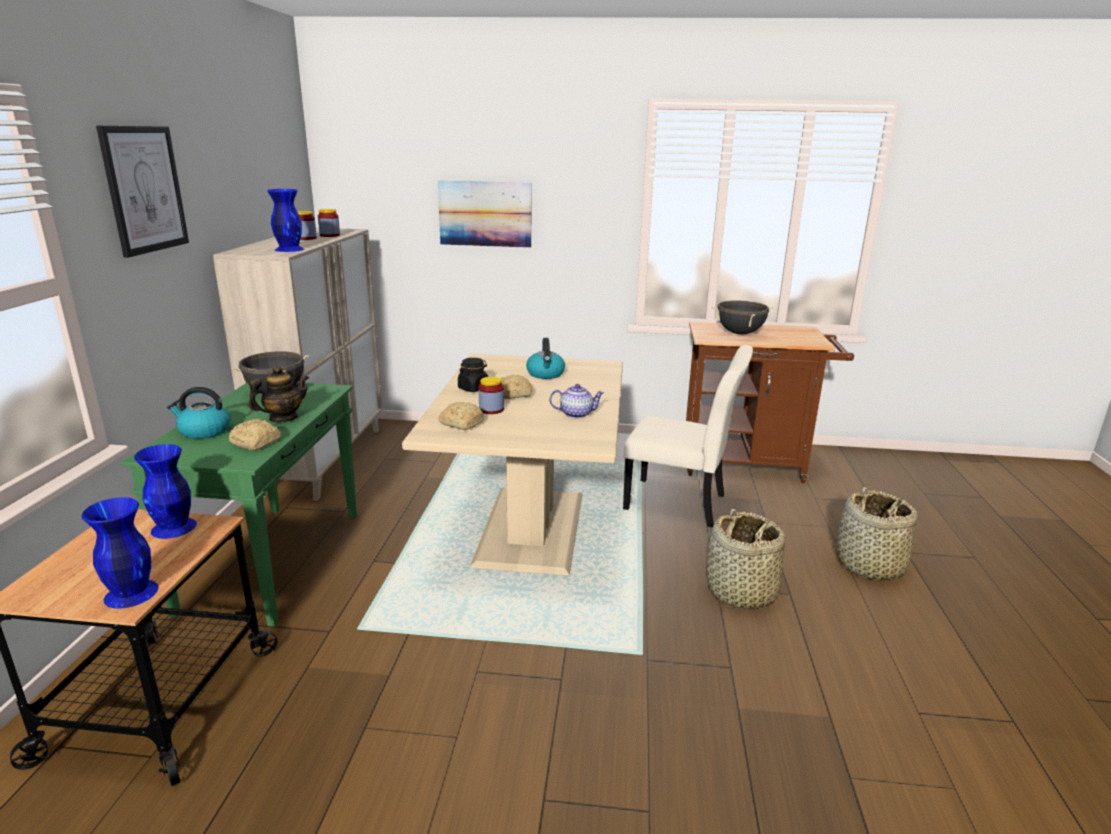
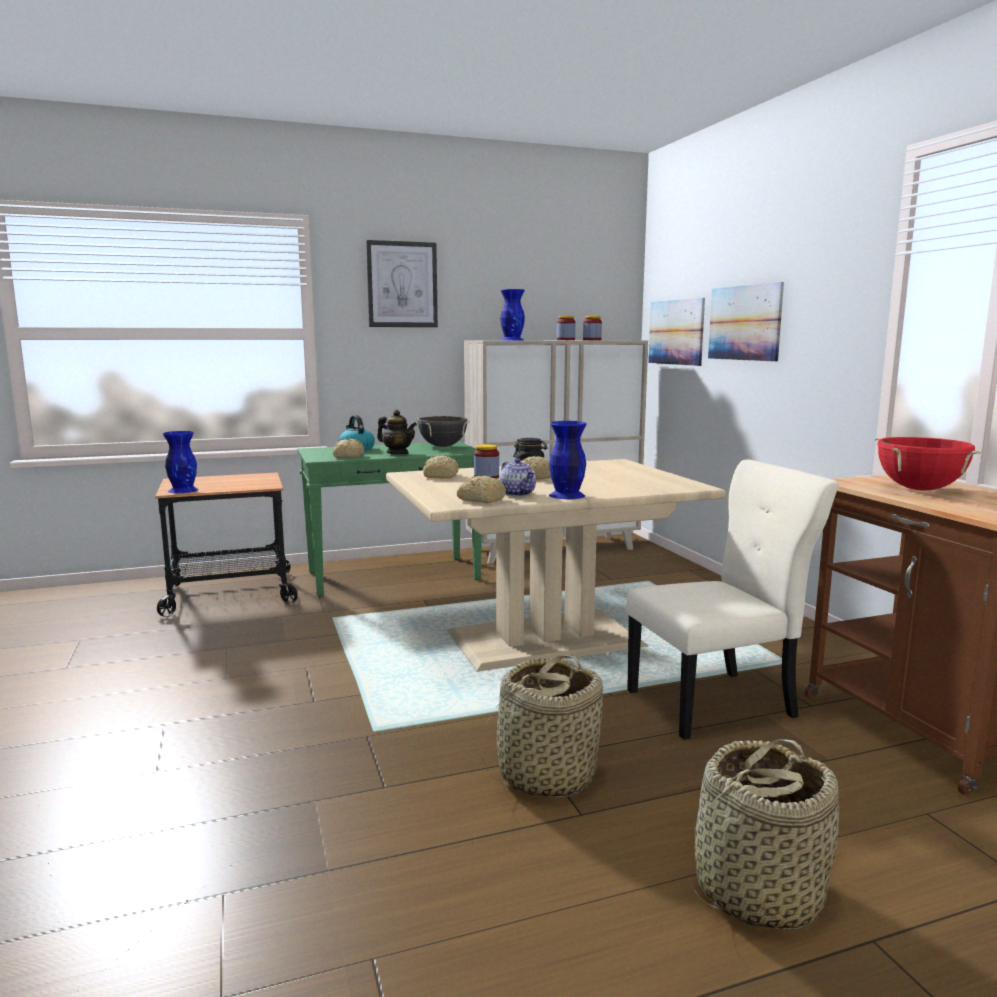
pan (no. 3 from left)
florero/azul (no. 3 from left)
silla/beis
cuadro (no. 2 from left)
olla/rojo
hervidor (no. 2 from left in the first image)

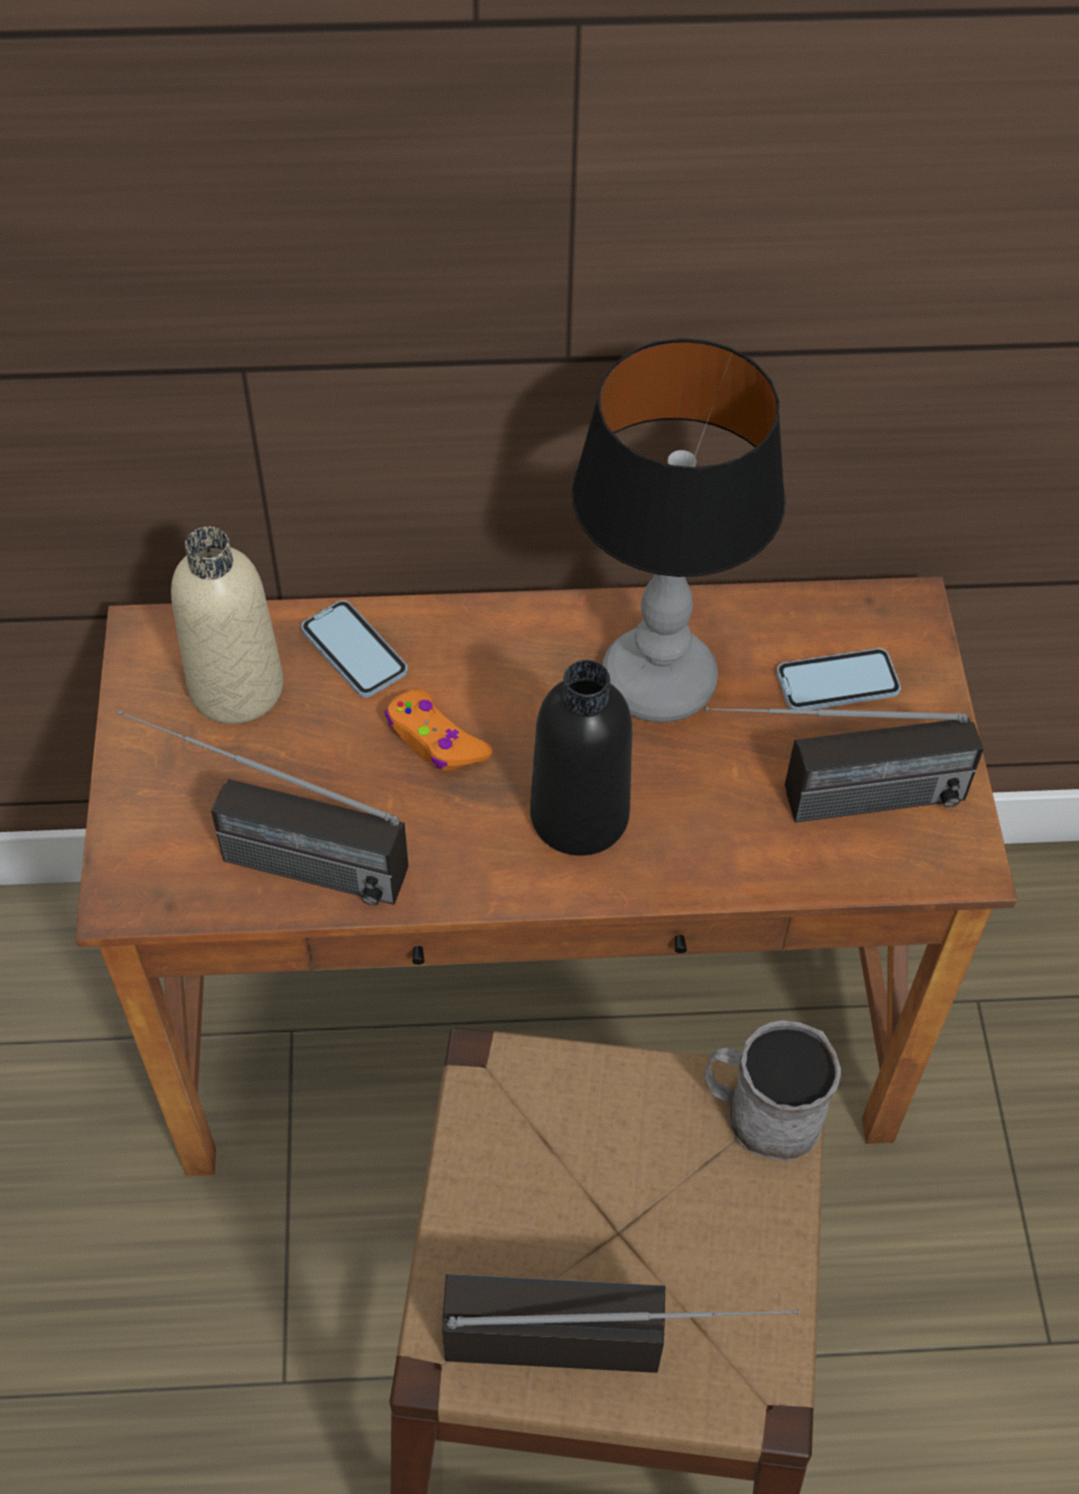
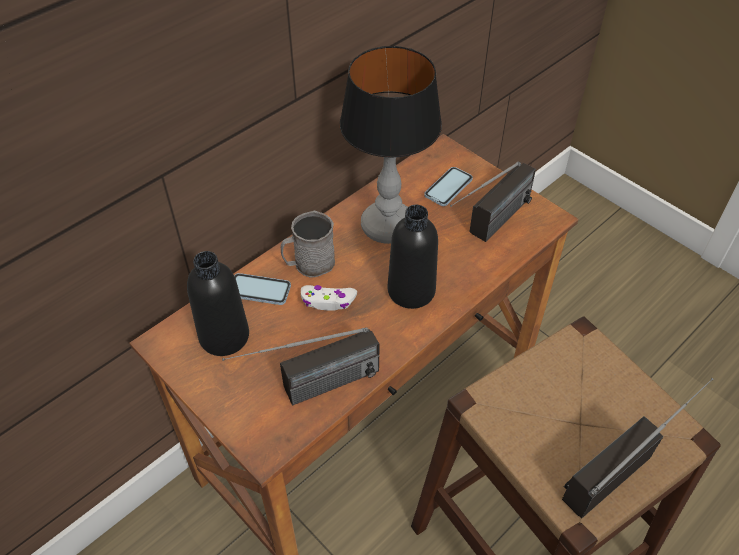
botella/negro (no. 1 from left)
taza grande/gris
mando de consola/blanco

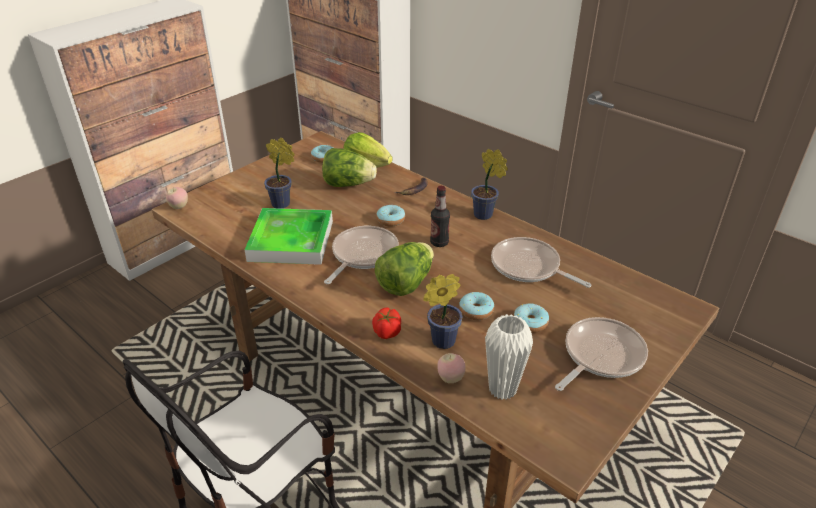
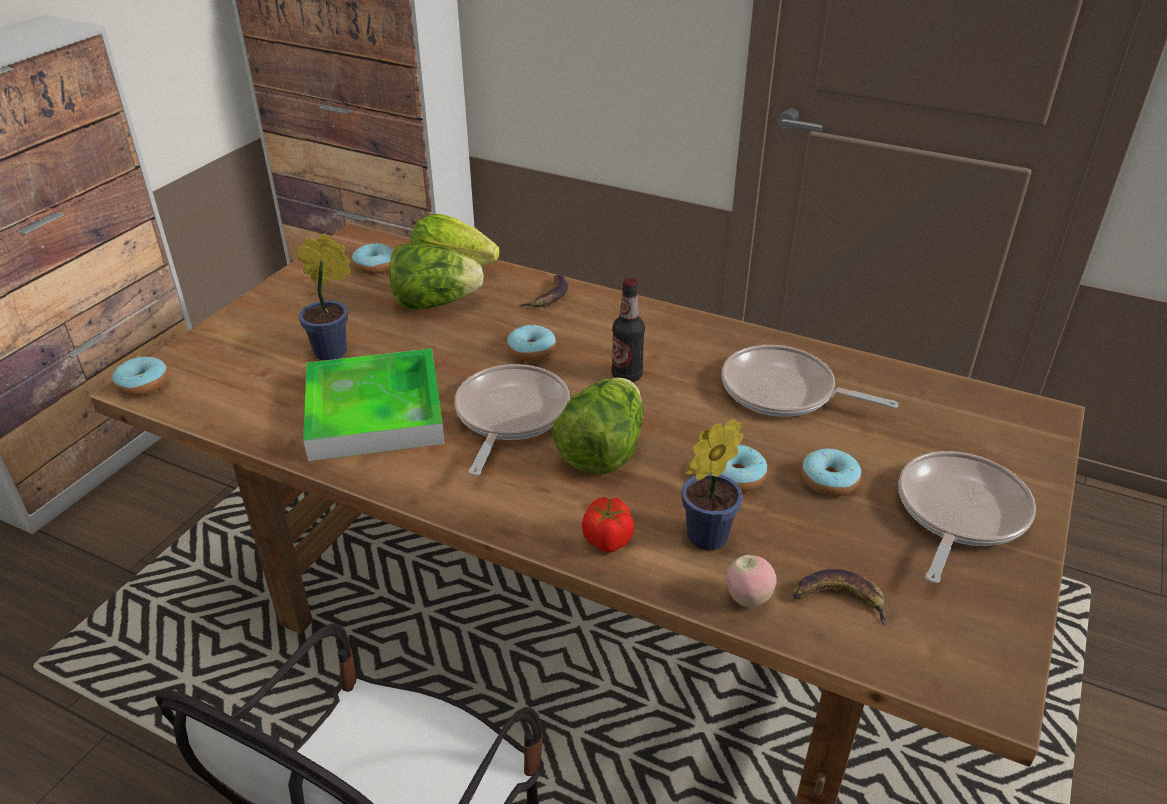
rosquilla (no. 1 from left)
plátano (no. 2 from left)
planta en maceta (no. 3 from left in the first image)

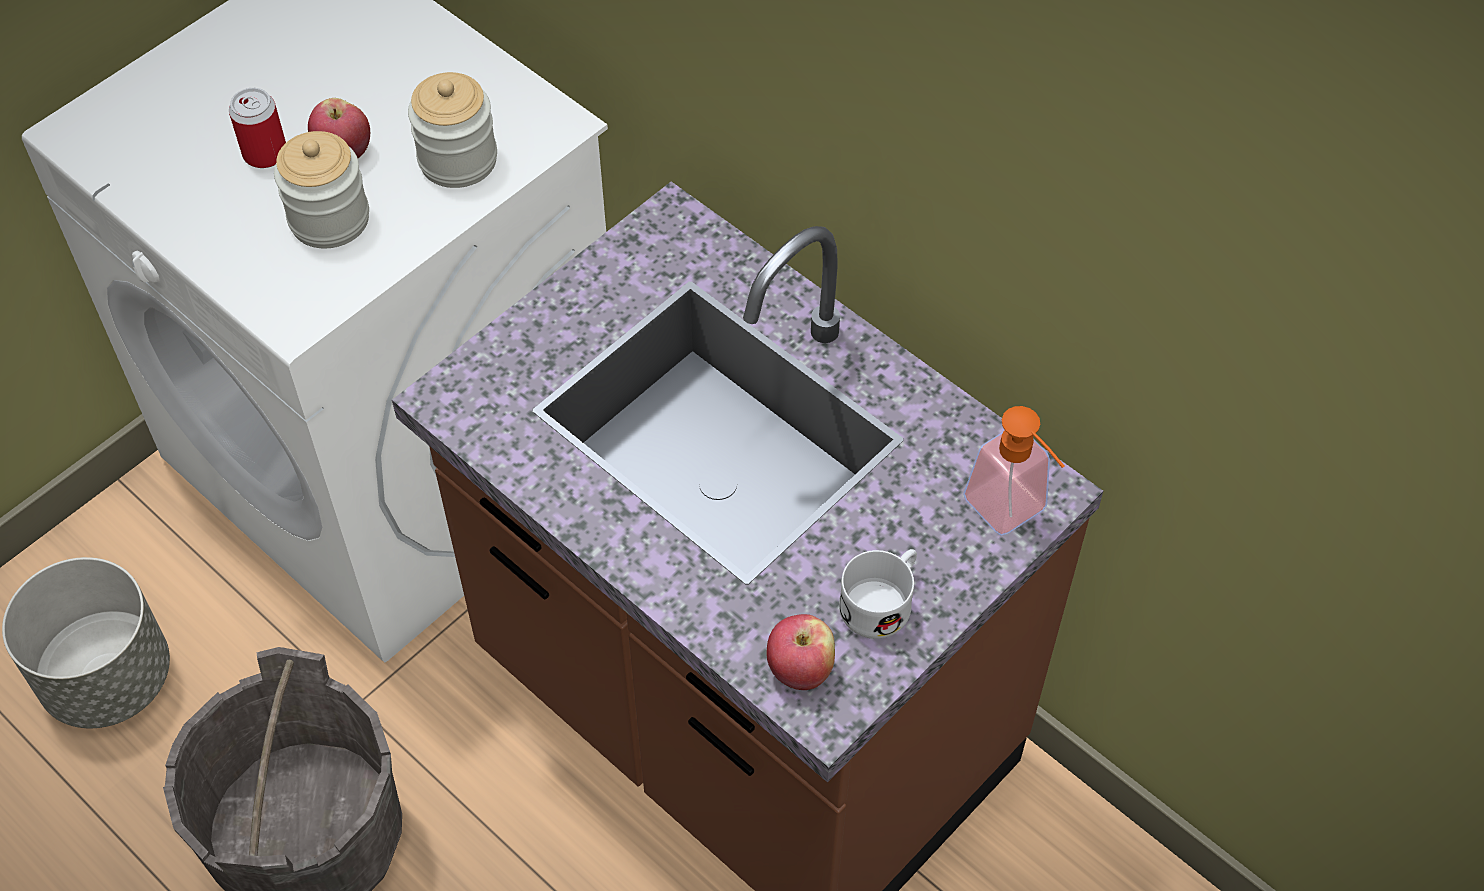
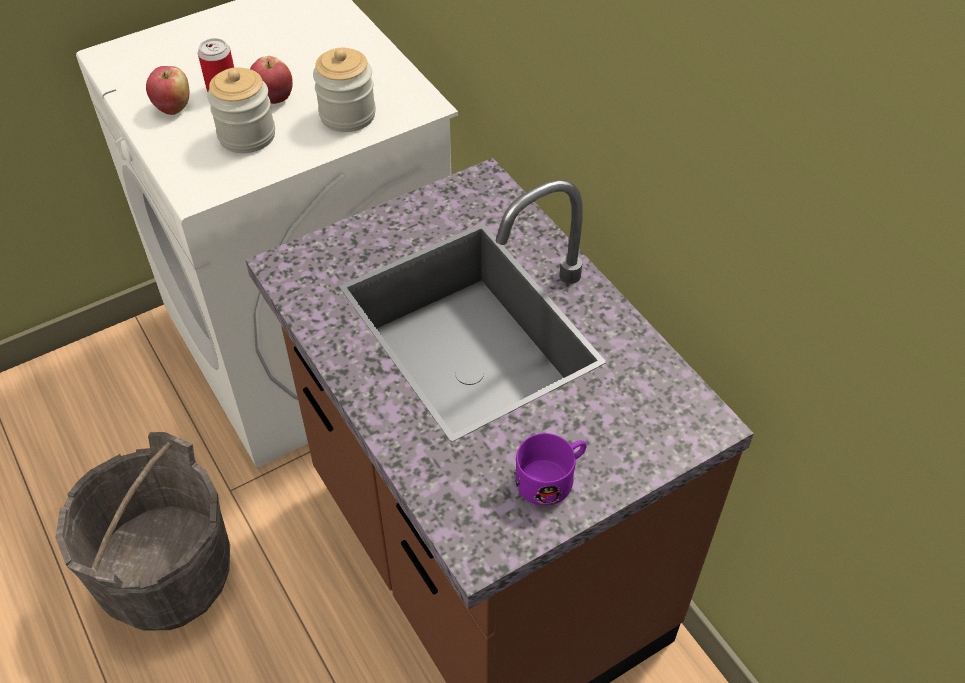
manzana (no. 1 from left)
taza grande/morado
maceta/gris
dispensador de jabón

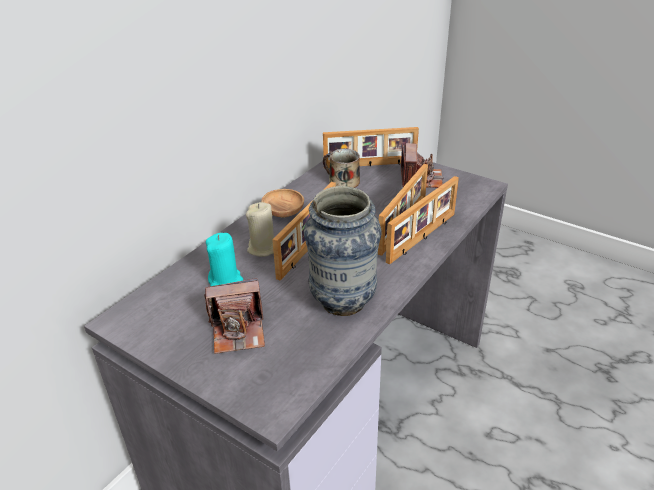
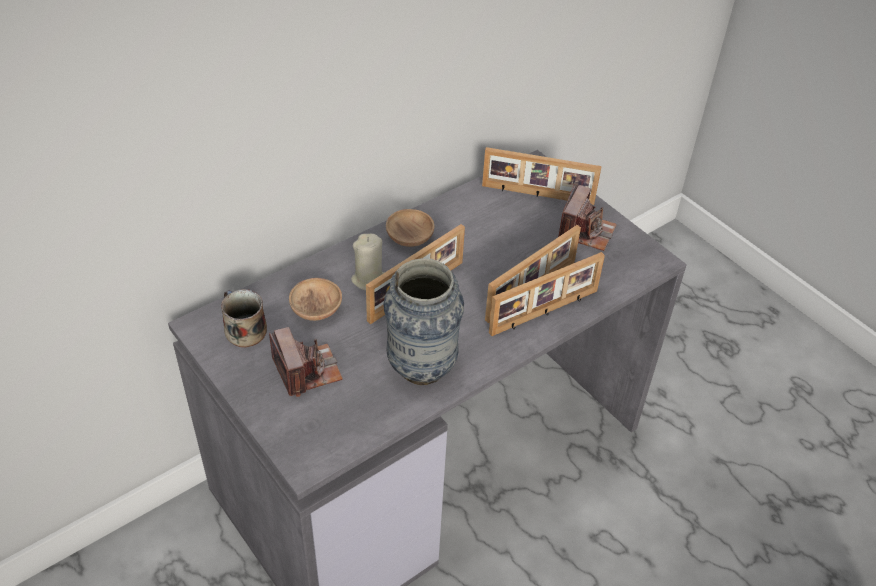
taza grande
cámara (no. 1 from left)
cuenco/marrón (no. 1 from left)

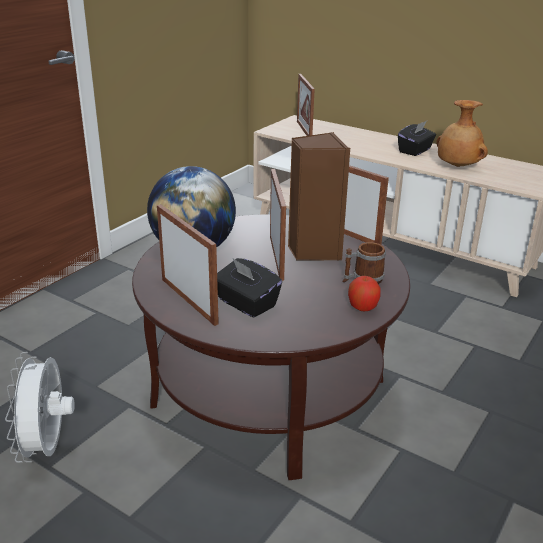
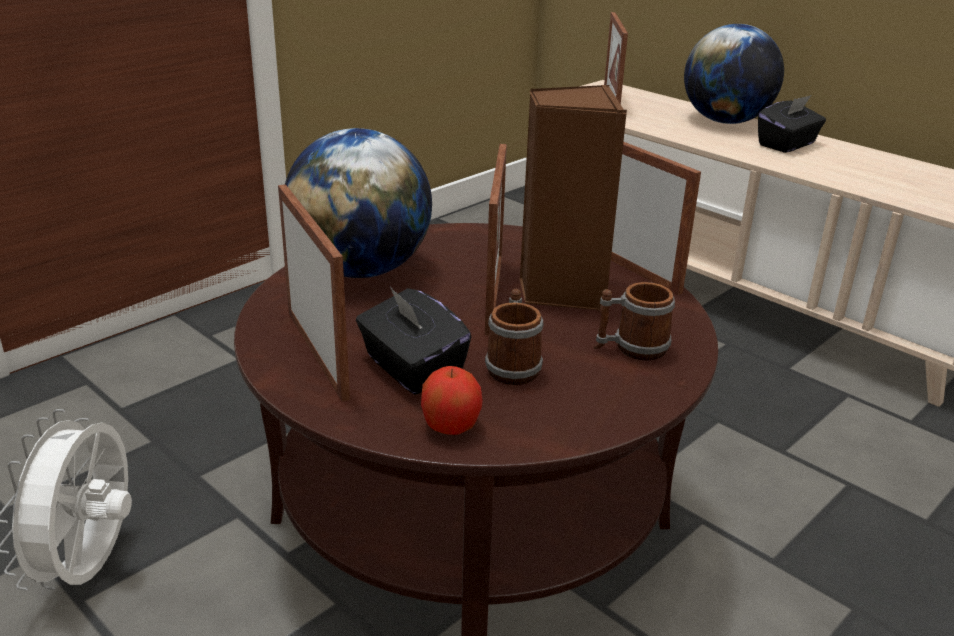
manzana
taza grande (no. 1 from left)
globo terráqueo (no. 2 from left)
florero/marrón

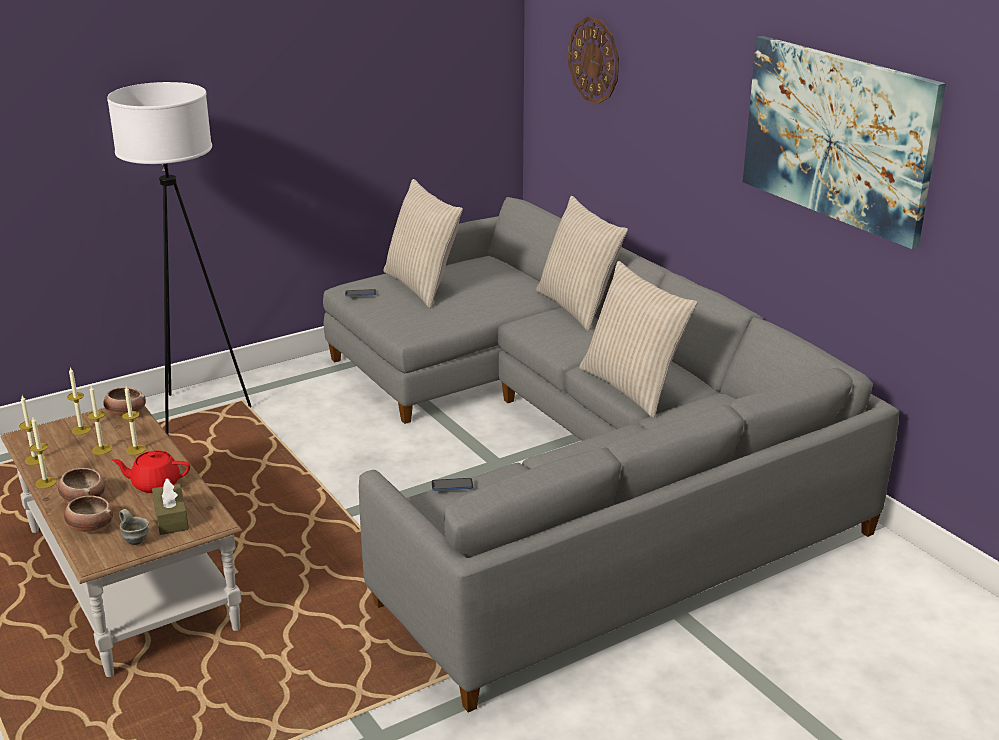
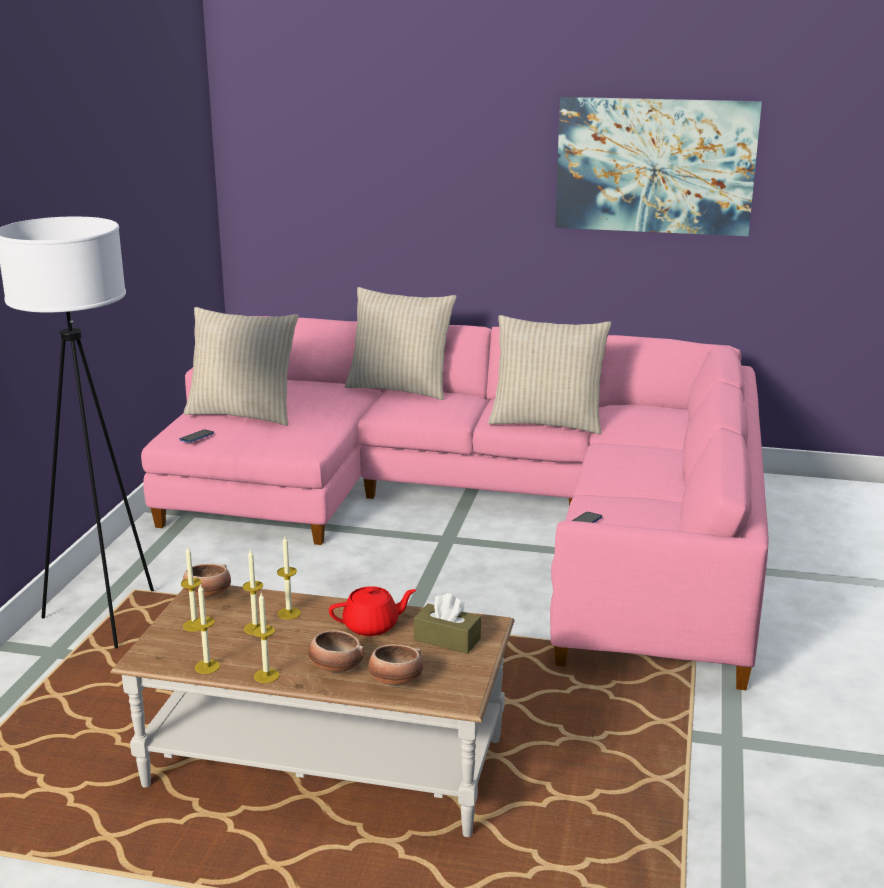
sofá/rosa
tetera/rojo
taza grande/gris
reloj de pared

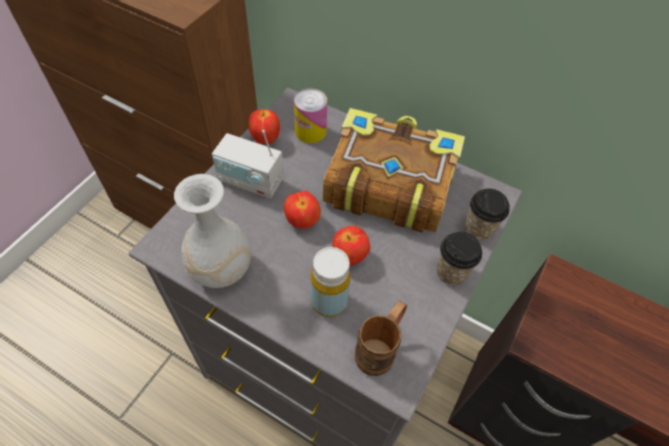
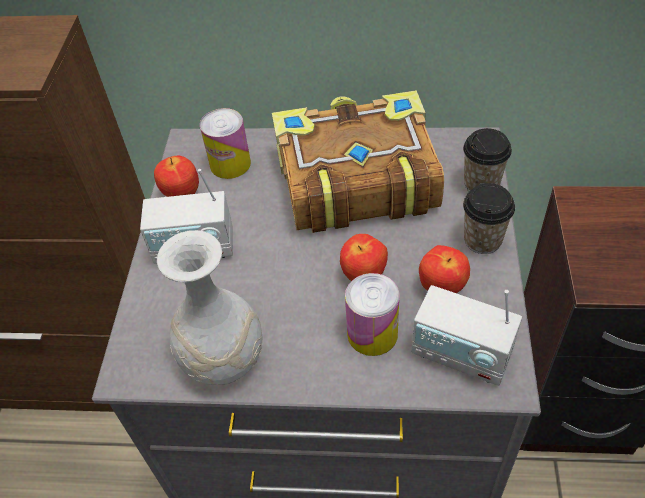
lata (no. 2 from left)
radio (no. 2 from left)
manzana (no. 3 from left)

